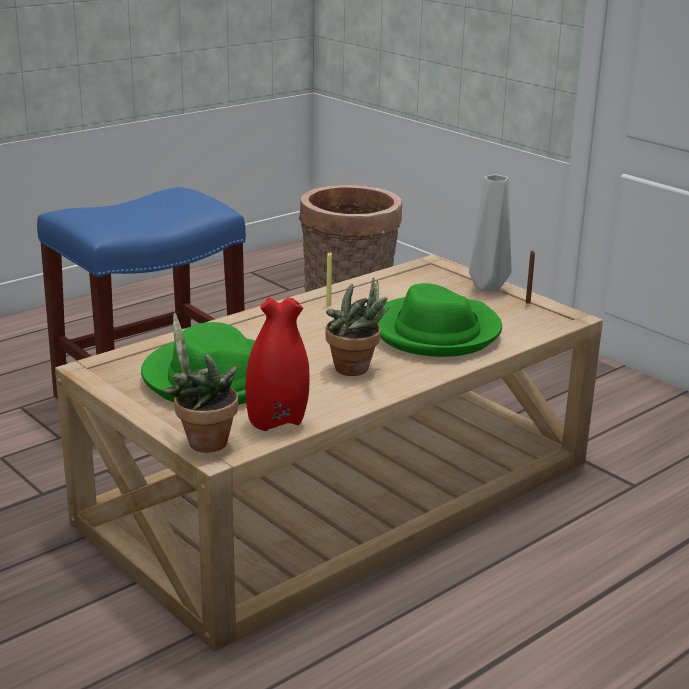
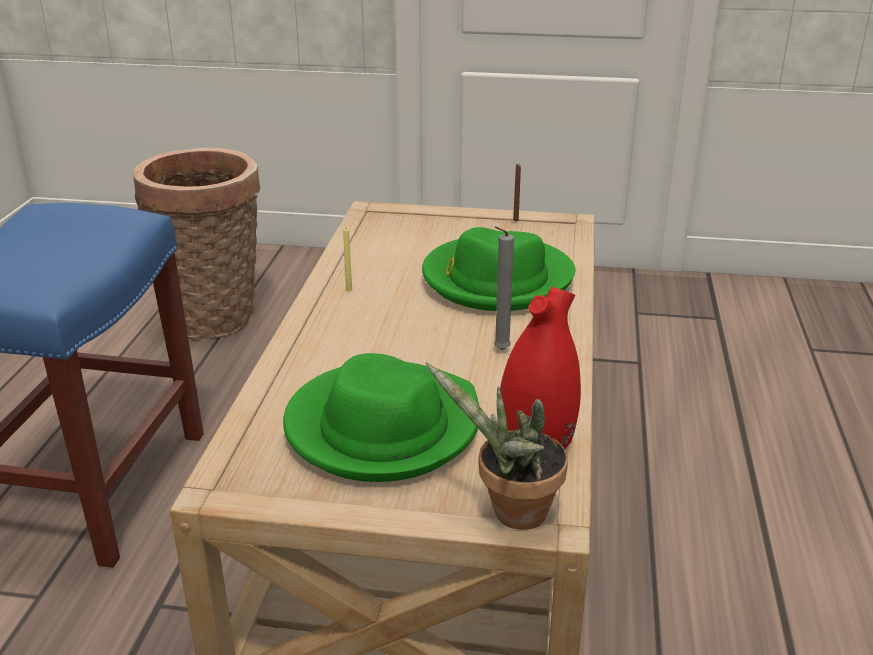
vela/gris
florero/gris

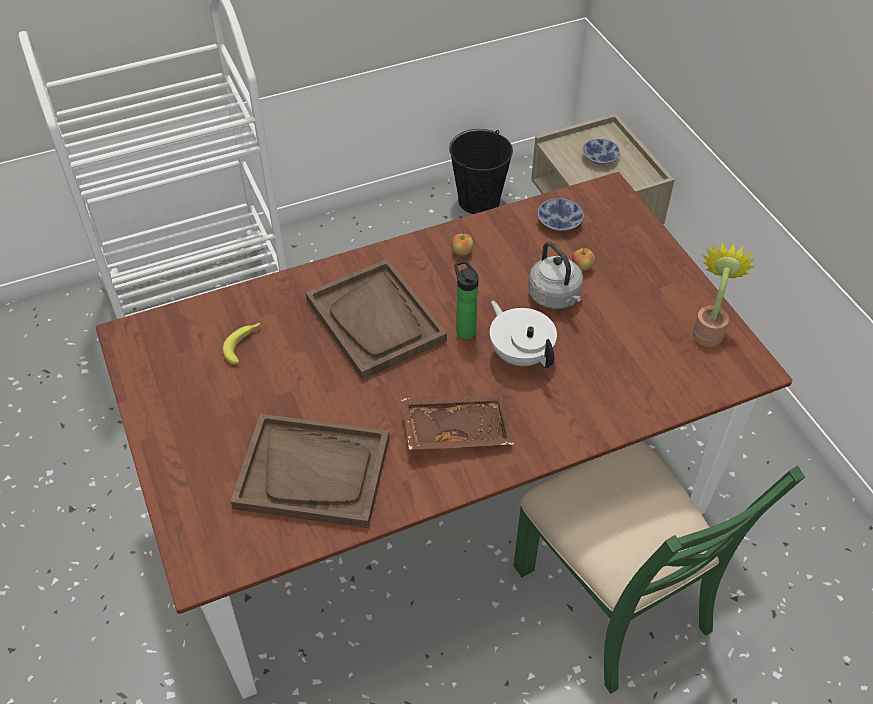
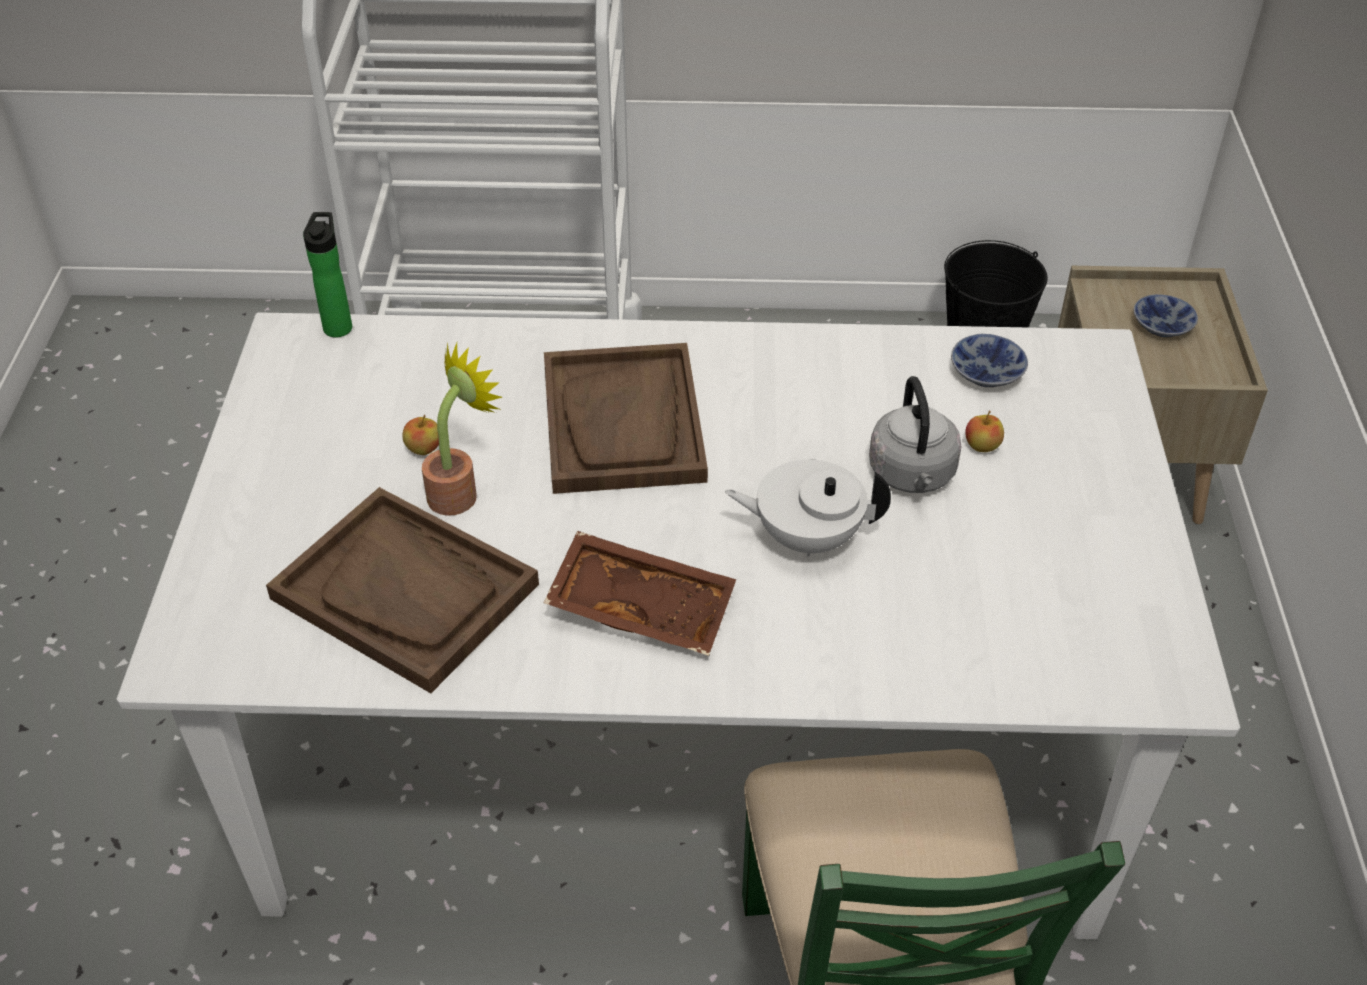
mesa de comedor/blanco
botella
manzana (no. 1 from left)
planta en maceta
tetera/blanco
plátano

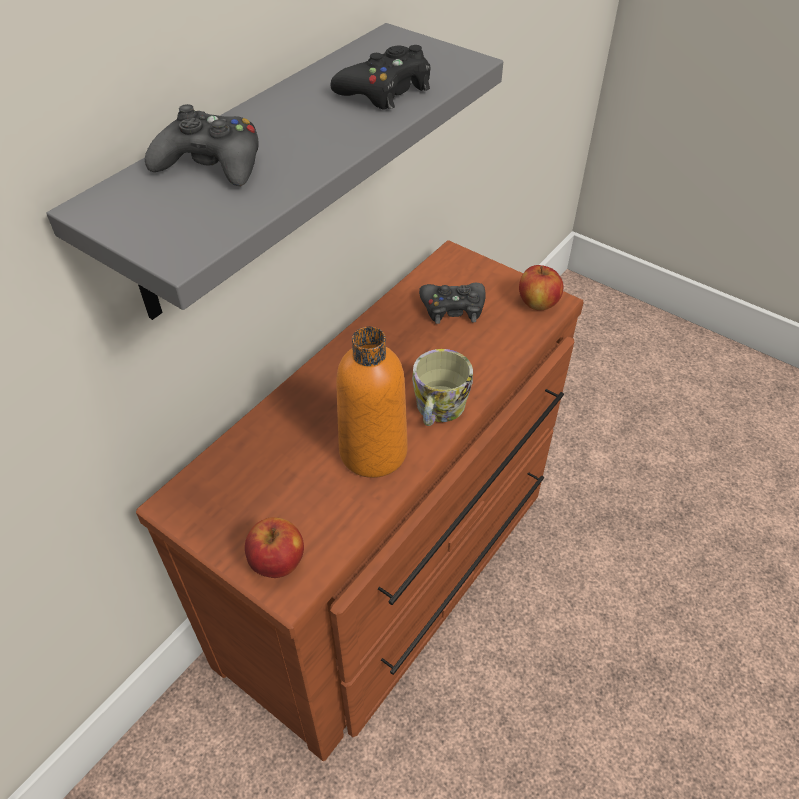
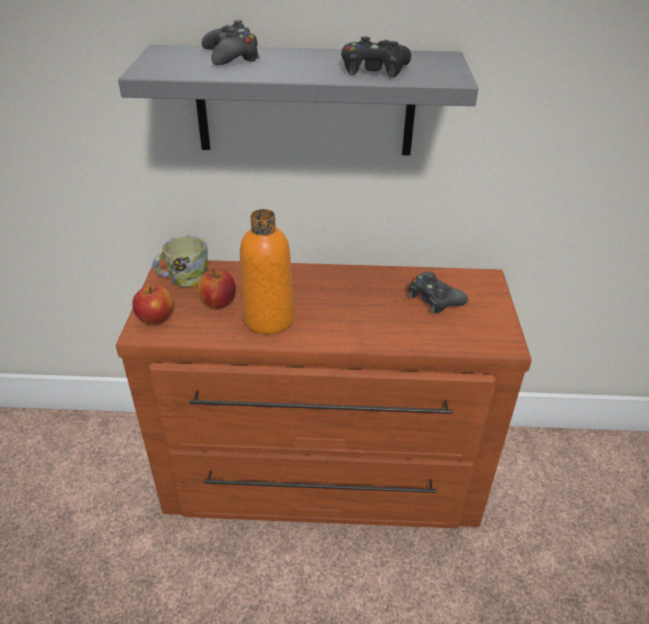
taza grande
manzana (no. 2 from left)

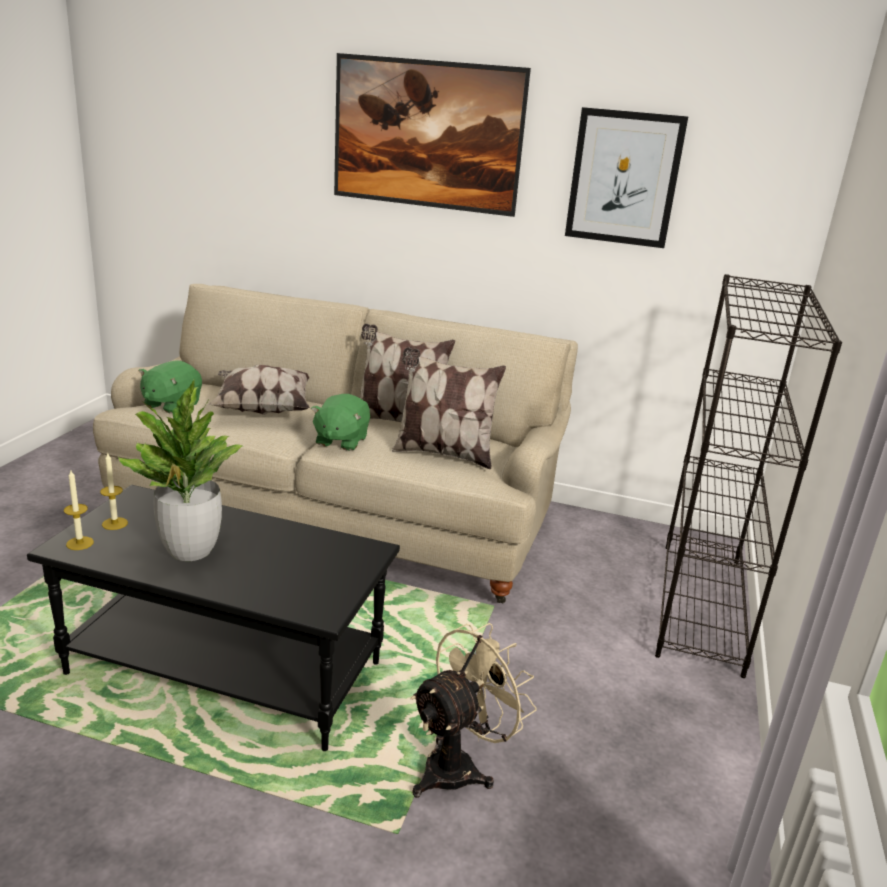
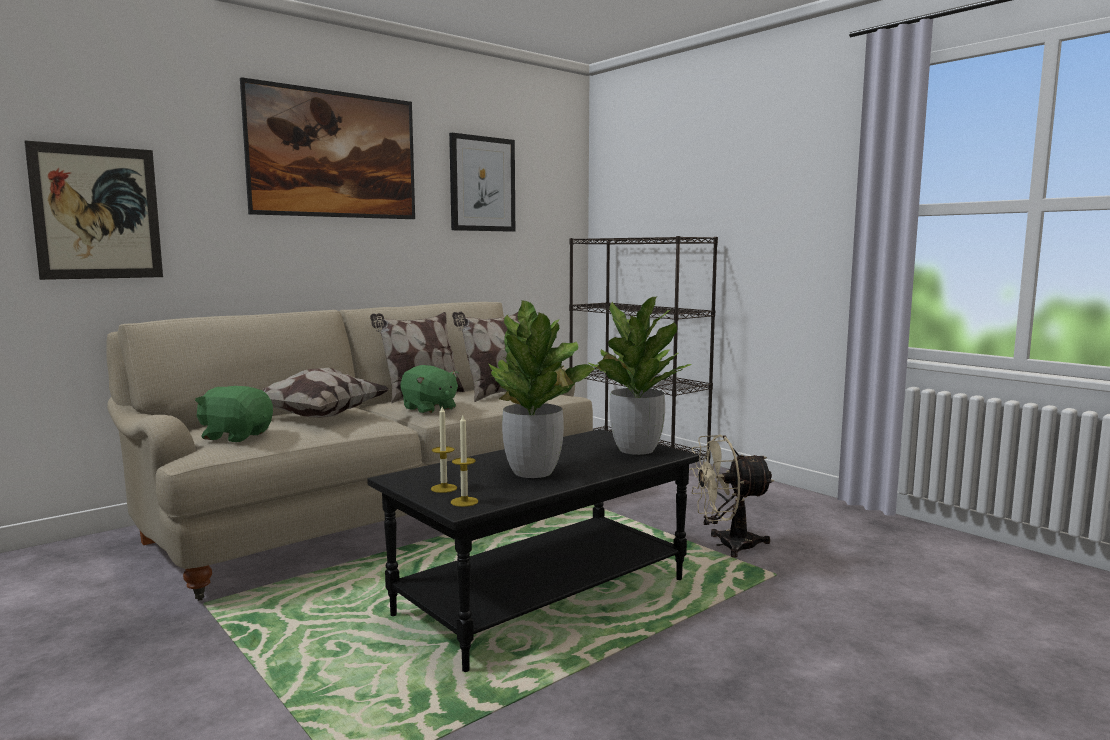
cuadro (no. 1 from left)
peluche/verde (no. 1 from left)
planta en maceta (no. 2 from left)
ventilador/beis

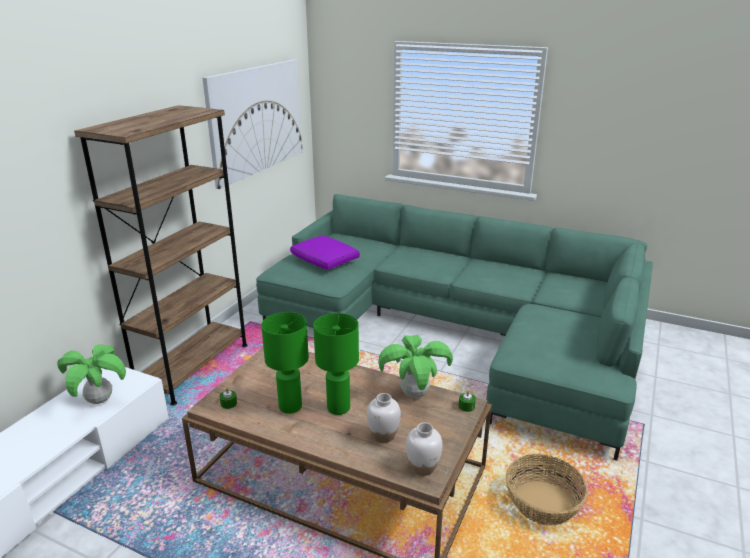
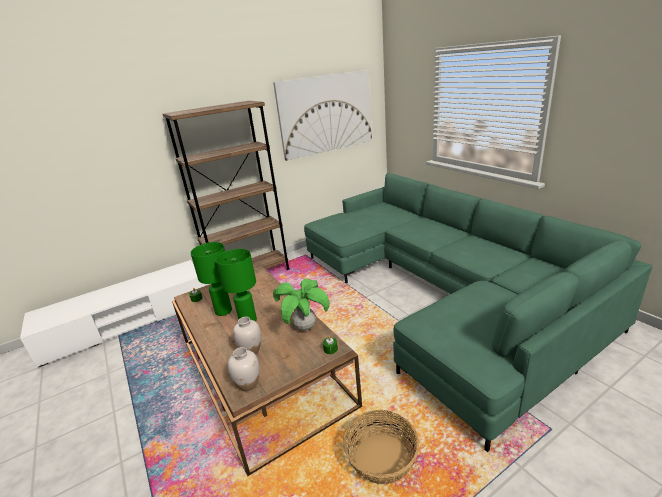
planta en maceta (no. 1 from left in the first image)
cojín/morado

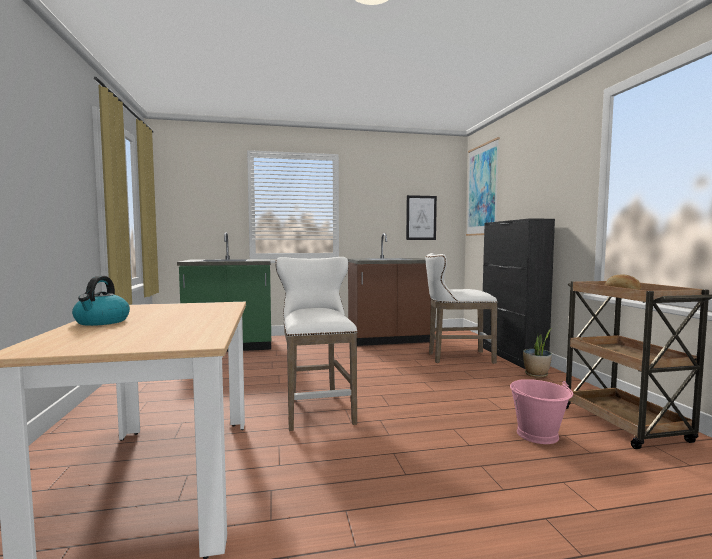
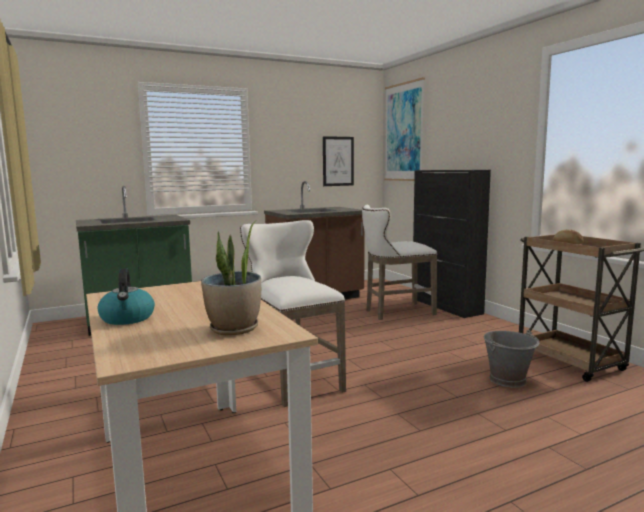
planta en maceta
cubo/gris

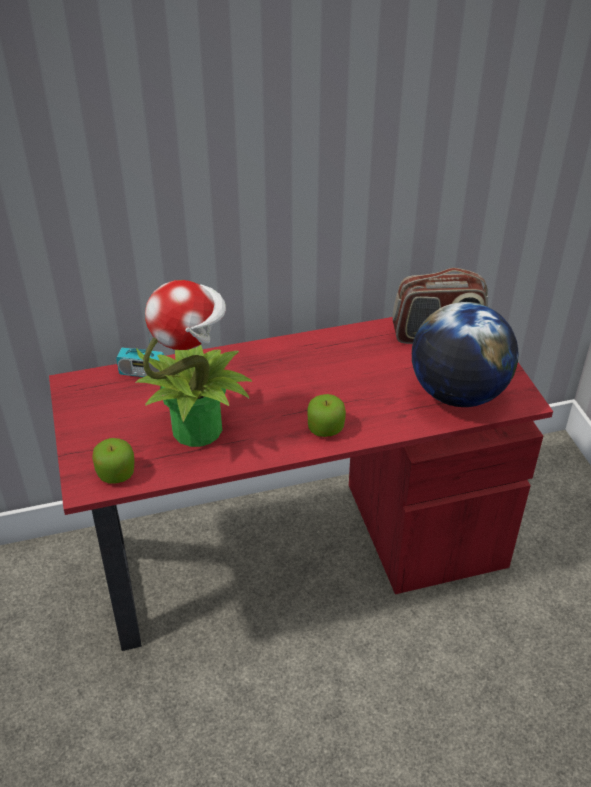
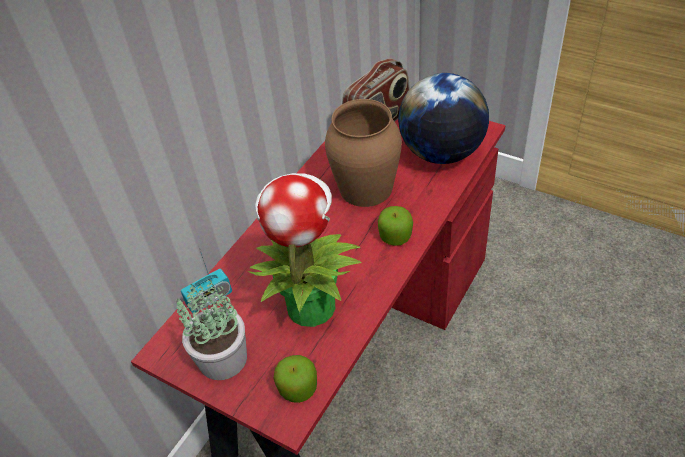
planta en maceta (no. 1 from left)
florero/marrón

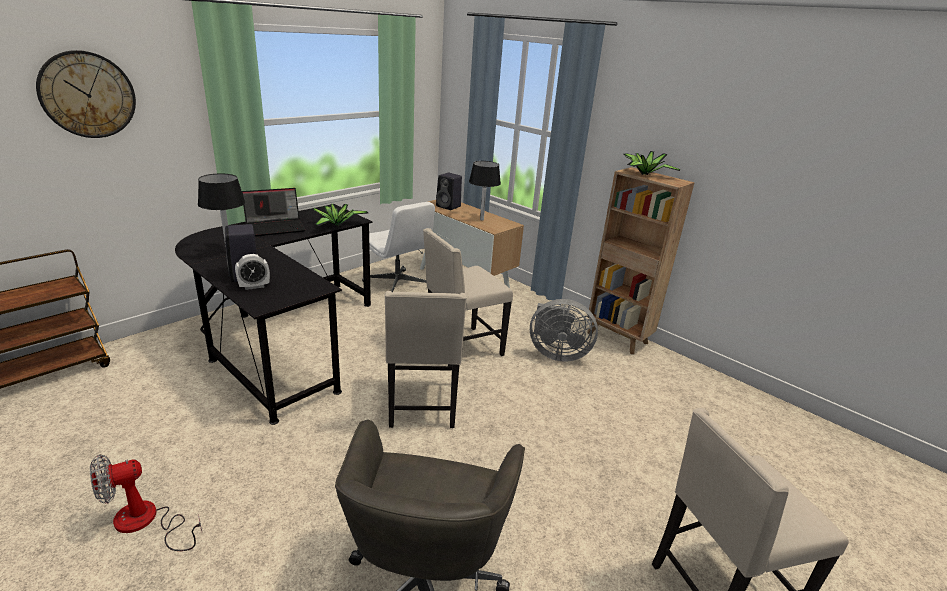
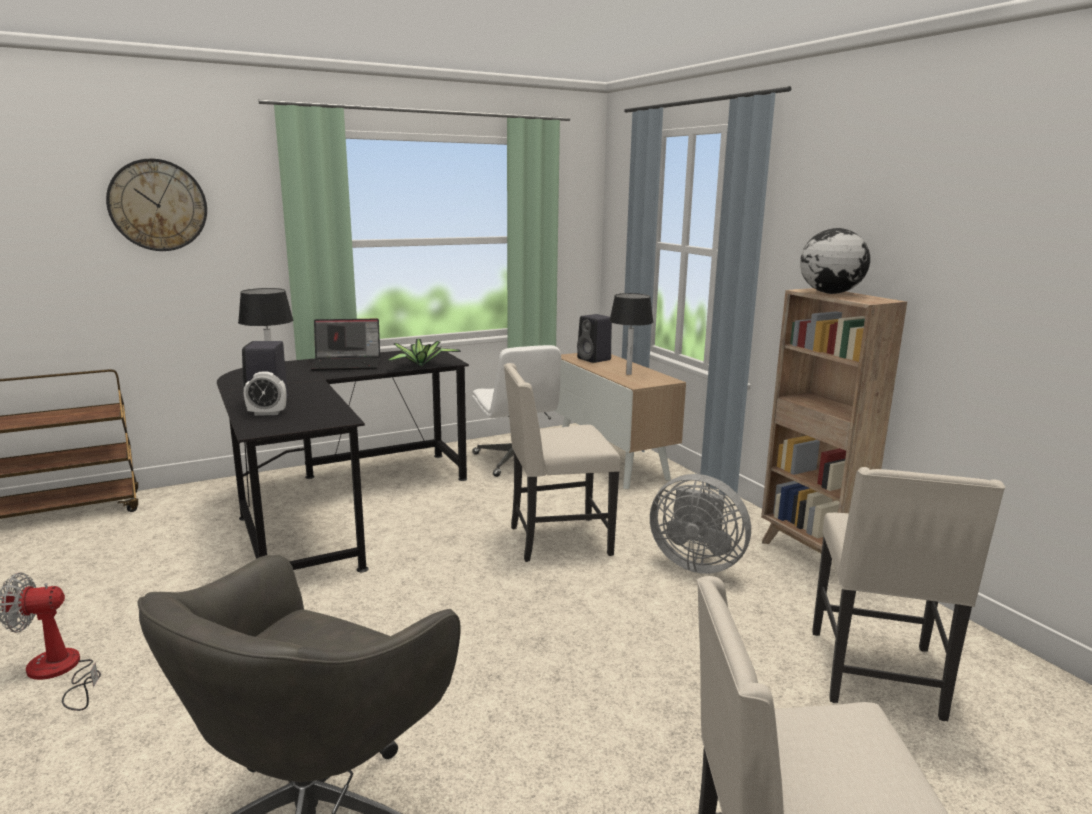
globo terráqueo
silla/beis (no. 3 from left)

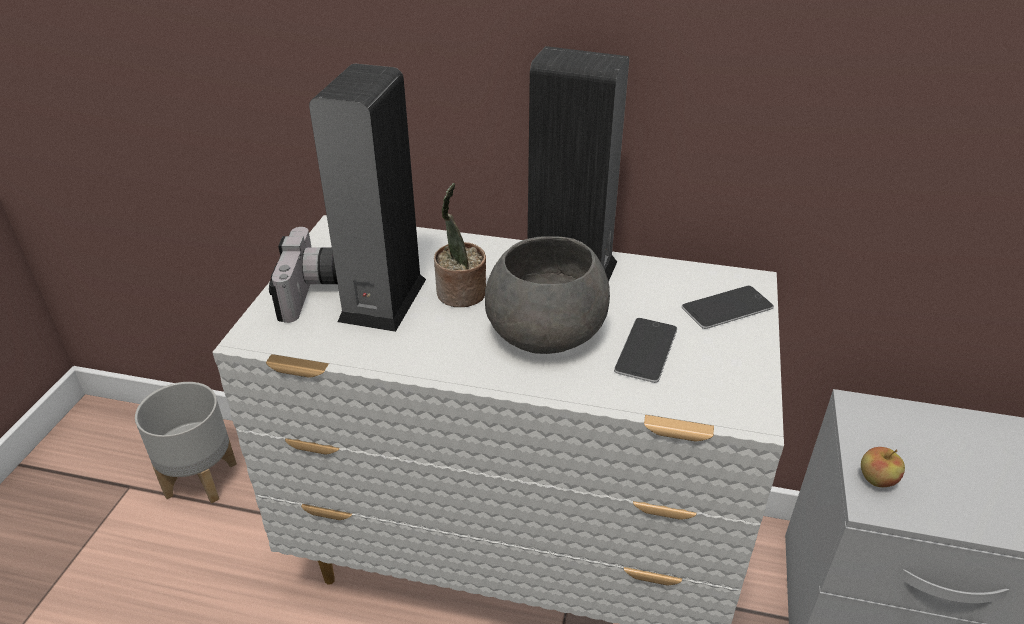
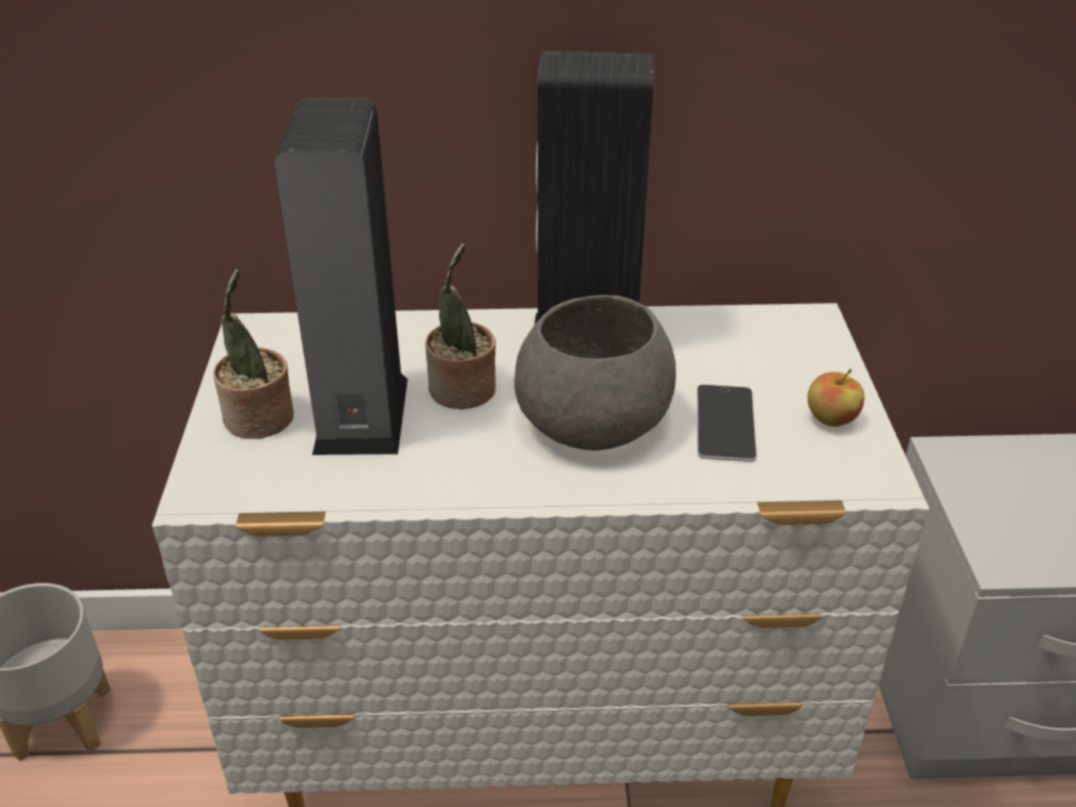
planta en maceta (no. 1 from left)
manzana
móvil (no. 2 from left in the first image)

